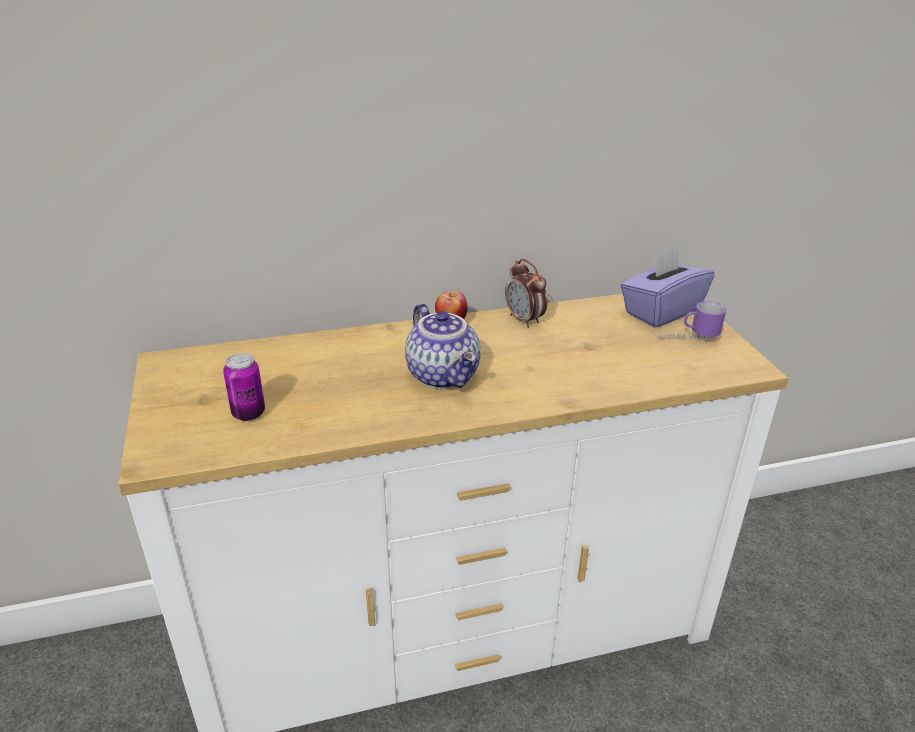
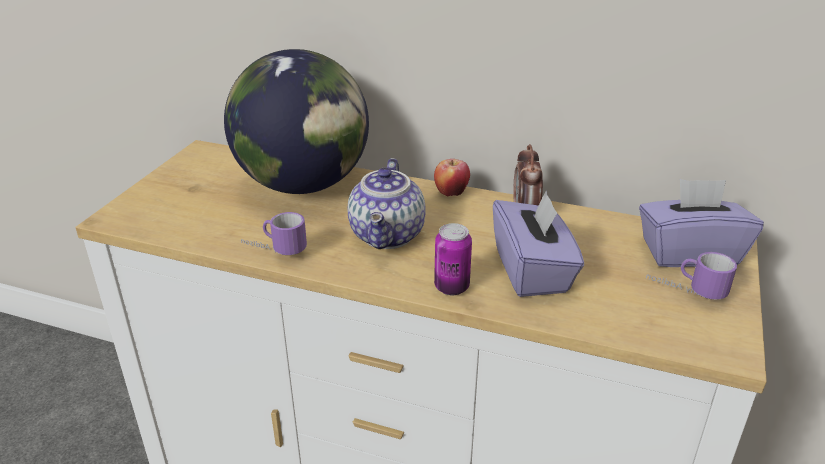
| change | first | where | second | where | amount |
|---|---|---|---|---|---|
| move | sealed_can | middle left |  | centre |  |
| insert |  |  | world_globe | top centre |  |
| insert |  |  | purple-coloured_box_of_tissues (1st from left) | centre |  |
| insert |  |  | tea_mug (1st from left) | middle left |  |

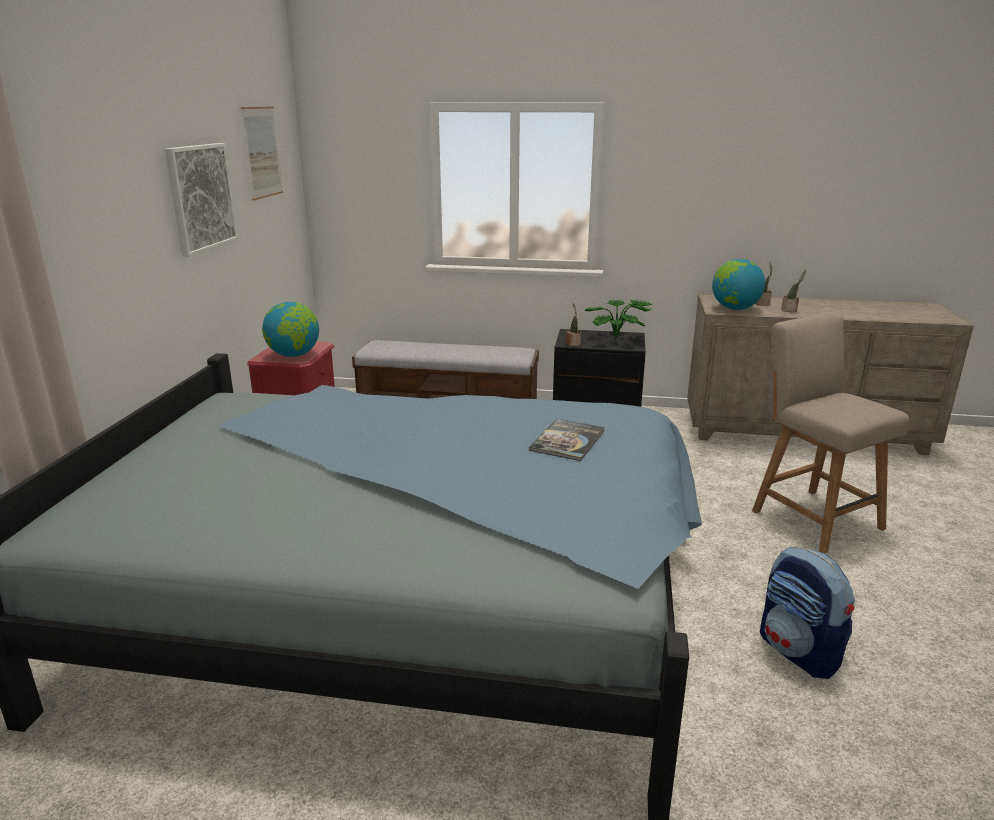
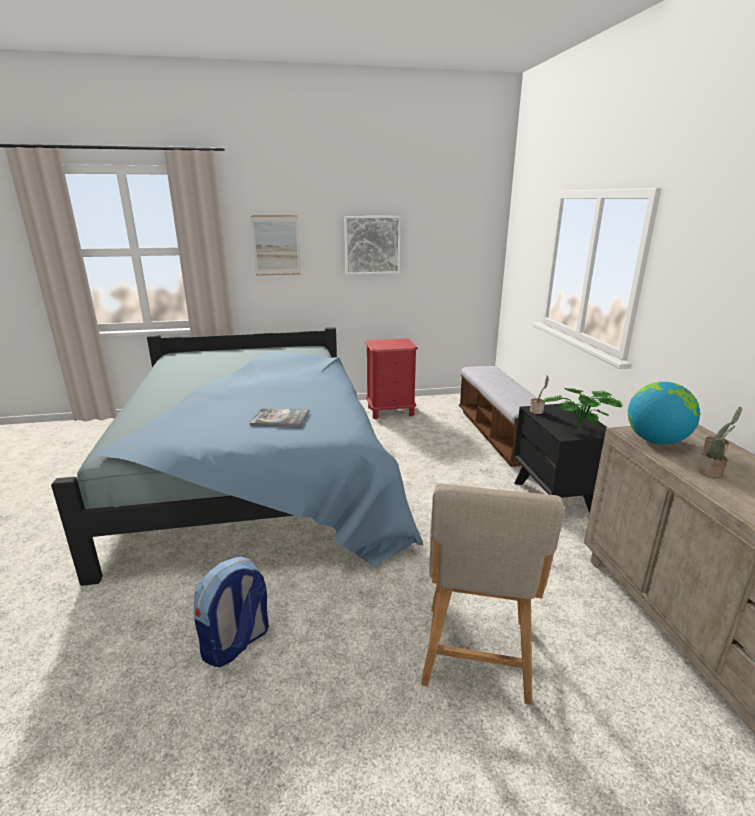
| change | first | where | second | where | amount |
|---|---|---|---|---|---|
| move | picture (2nd from left in the first image) | top left | picture (1st from left) | top centre |  |
| delete | world_globe (1st from left) | middle left |  |  |  |
| rotate | beige_chair | middle right |  | bottom centre | 150 degrees clockwise |

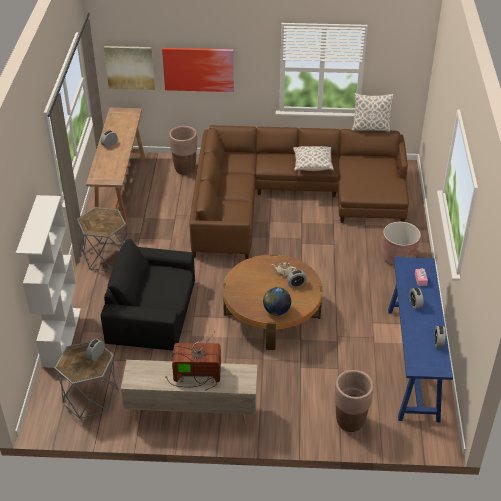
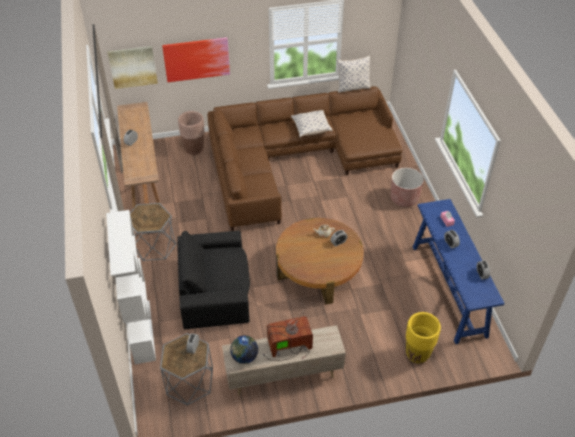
| change | first | where | second | where | amount |
|---|---|---|---|---|---|
| move | world_globe | centre |  | bottom centre |  |
| recolor | brown-coloured_planter (2nd from left) | bottom right | yellow-coloured_planter | bottom right |  |

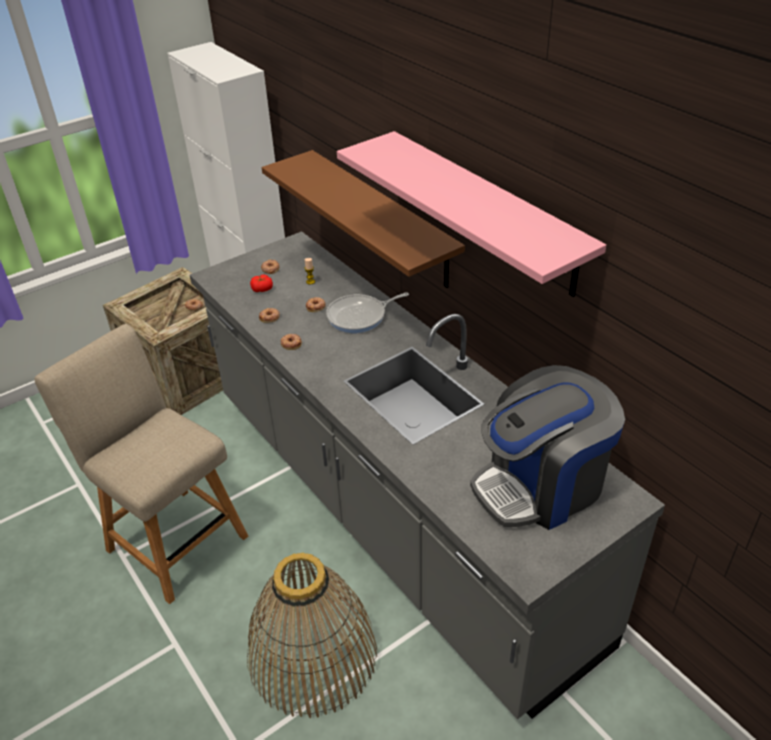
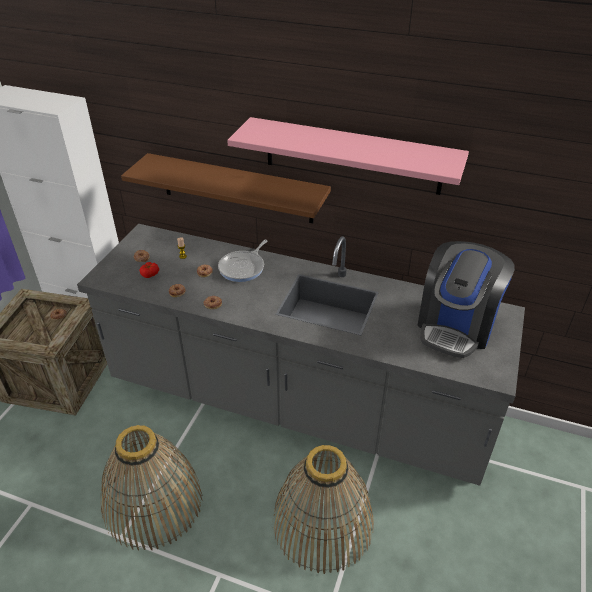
| change | first | where | second | where | amount |
|---|---|---|---|---|---|
| replace | beige_chair | middle left | basket (1st from left) | bottom left |  |

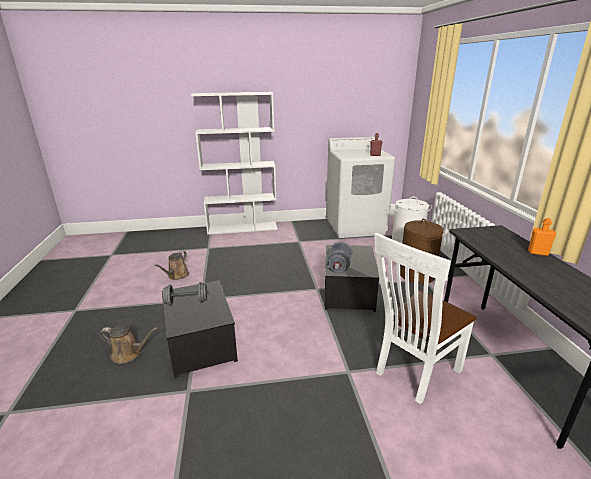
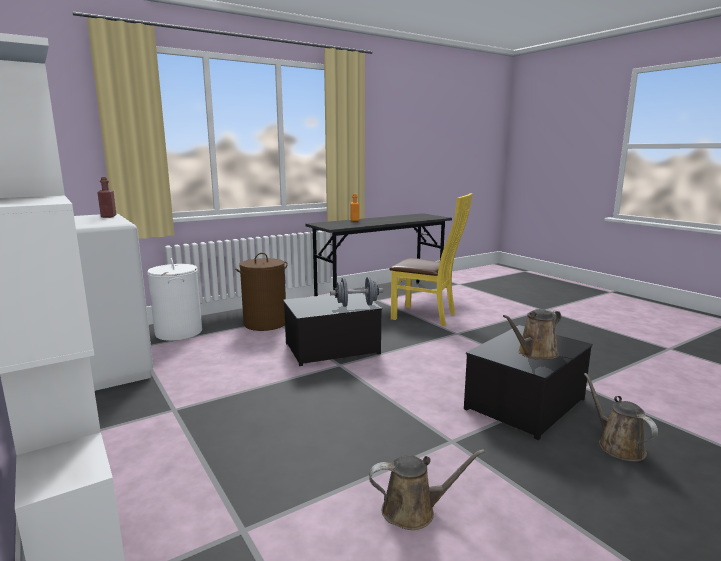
| change | first | where | second | where | amount |
|---|---|---|---|---|---|
| recolor | white-coloured_chair | middle right | yellow-coloured_chair | centre |  |
| replace | grey_free_weight (1st from left) | middle left | brown-coloured_watering_can (2nd from left) | middle right |  |

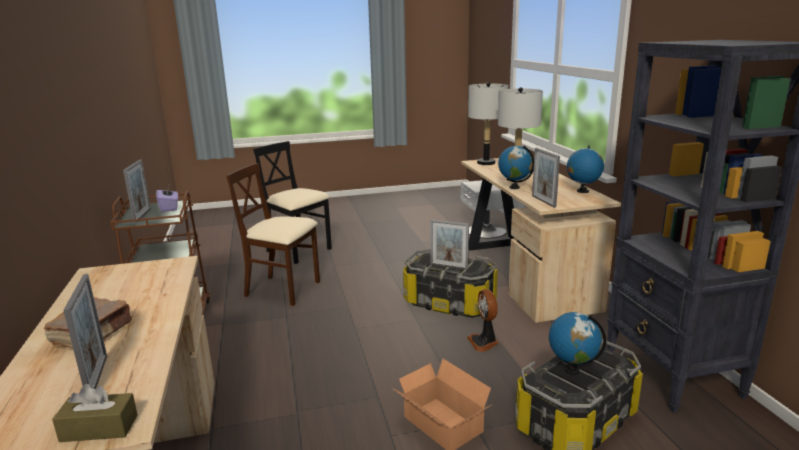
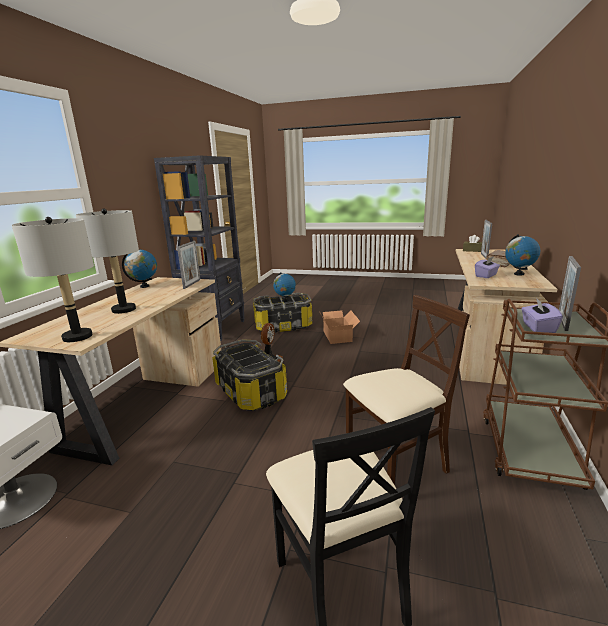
| change | first | where | second | where | amount |
|---|---|---|---|---|---|
| move | world_globe (1st from left in the first image) | centre | world_globe (3rd from left) | middle right |  |
| rotate | beige_chair | centre |  | middle right | 75 degrees counterclockwise |
| delete | photo_frame (3rd from left) | centre |  |  |  |
| insert |  |  | purple-coloured_box_of_tissues (1st from left) | middle right |  |

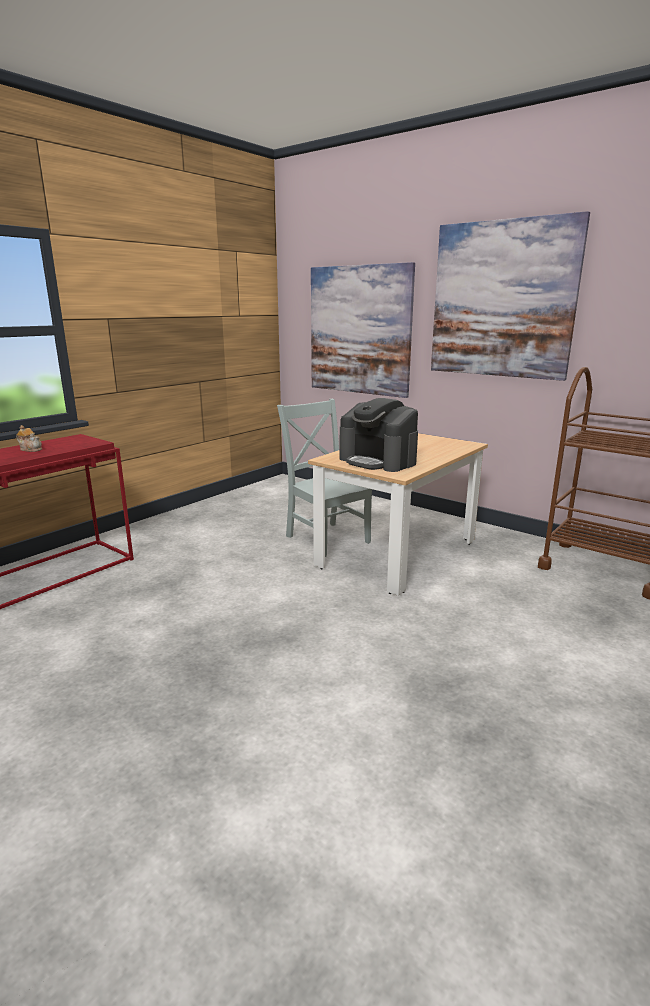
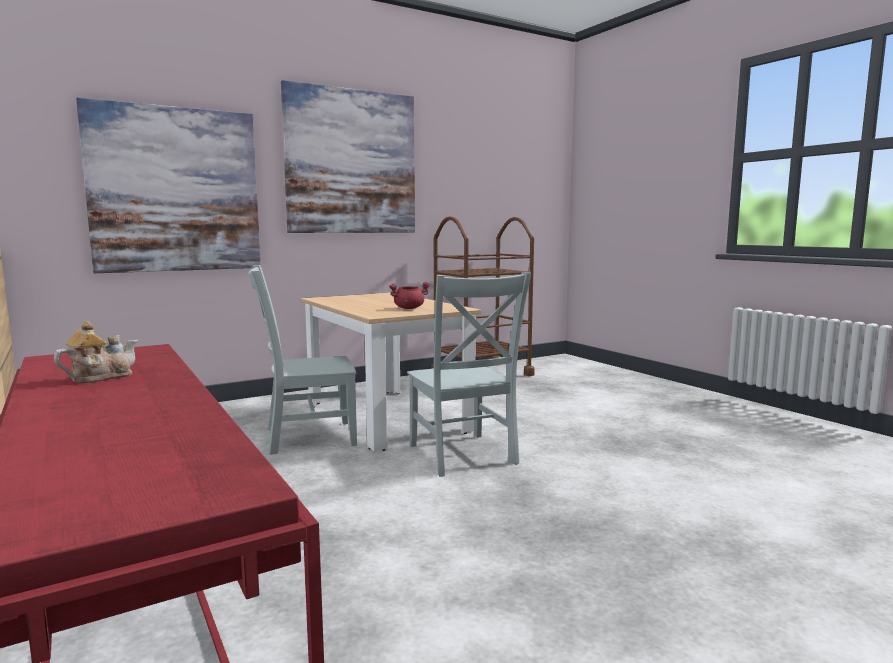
| change | first | where | second | where | amount |
|---|---|---|---|---|---|
| replace | coffee_maker | centre | red_saucepot | centre |  |
| insert |  |  | grey_chair (2nd from left) | centre |  |

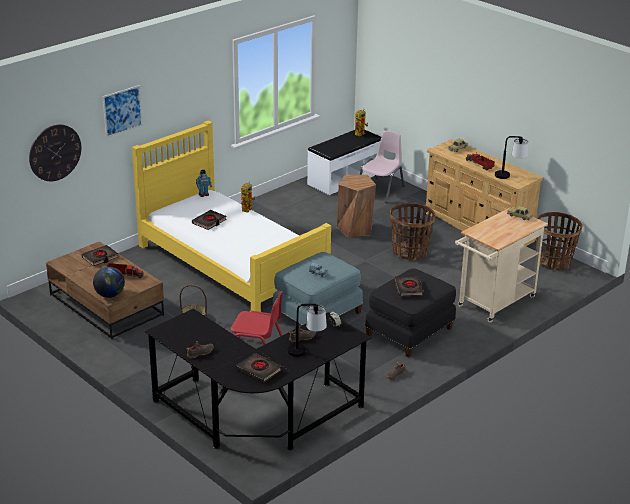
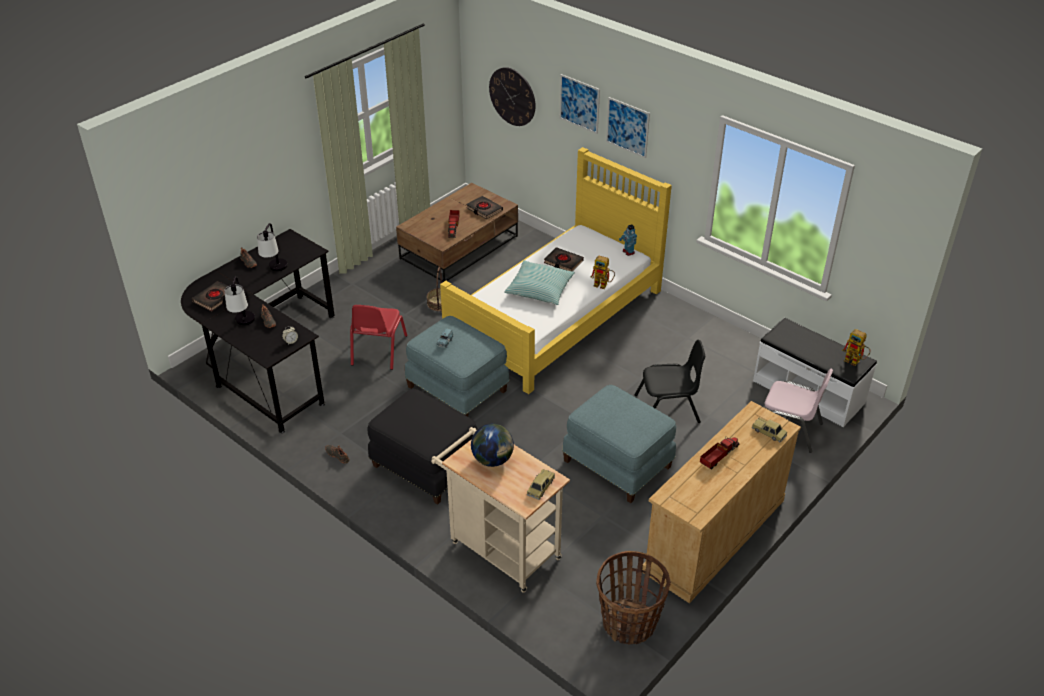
| change | first | where | second | where | amount |
|---|---|---|---|---|---|
| move | tabletop_lamp (2nd from left) | top right |  | middle left |  |
| replace | brown-coloured_stool | centre | blackish_chair | centre |  |
| replace | basket (2nd from left) | centre | blue-coloured_footrest (2nd from left) | centre |  |
| move | world_globe | middle left |  | centre |  |
| delete | blackish_volume (4th from left) | centre |  |  |  |
| insert |  |  | picture (2nd from left) | top centre |  |
| insert |  |  | cushion | centre |  |

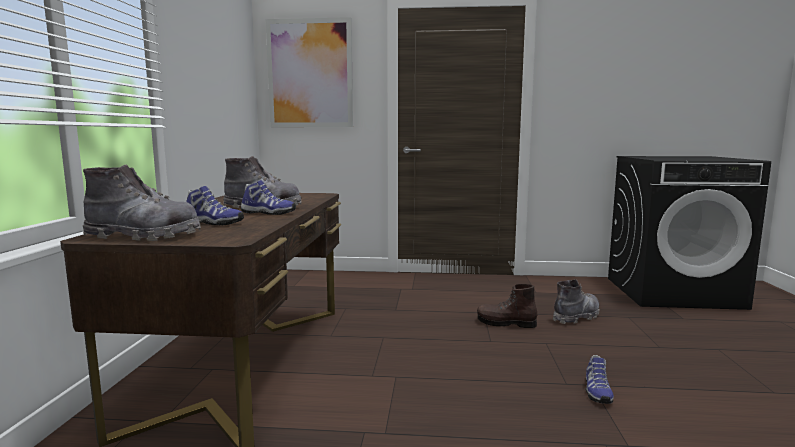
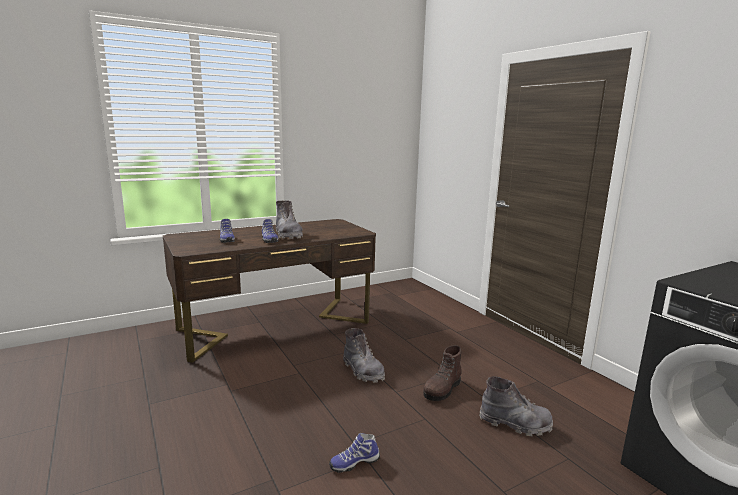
| change | first | where | second | where | amount |
|---|---|---|---|---|---|
| delete | picture | top centre |  |  |  |
| move | grey_boot (1st from left in the first image) | middle left | grey_boot (2nd from left) | bottom centre |  |
| rotate | brown-coloured_boot | bottom centre |  | bottom centre | 120 degrees counterclockwise |

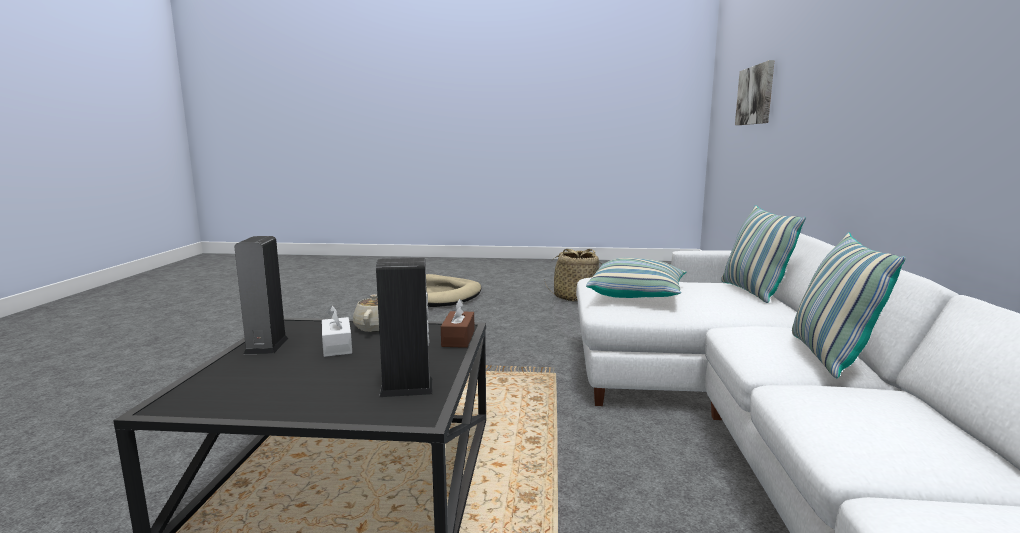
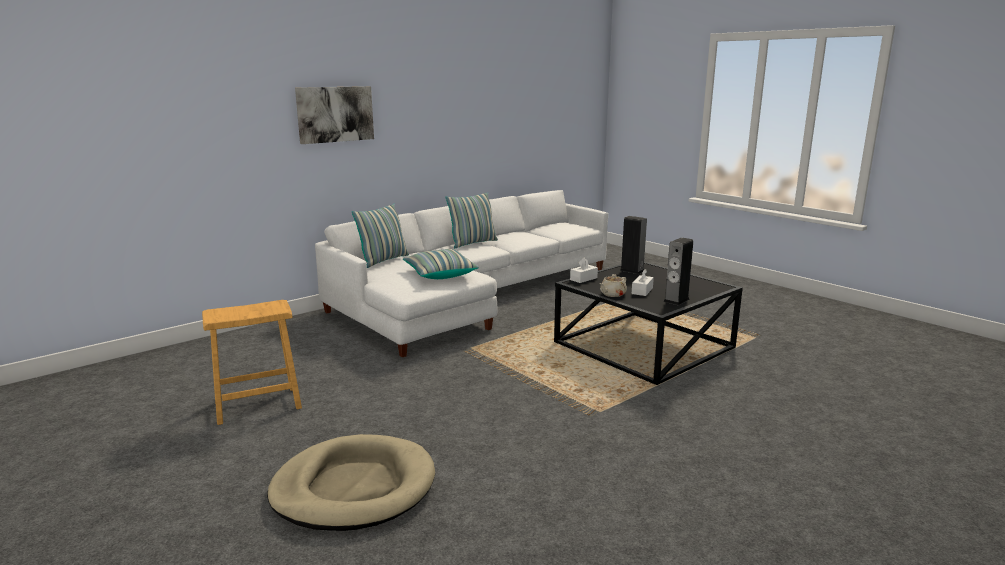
| change | first | where | second | where | amount |
|---|---|---|---|---|---|
| move | picture | top right |  | top left |  |
| replace | basket | centre | brown-coloured_stool | middle left |  |
| recolor | brown-coloured_box_of_tissues | centre | white-coloured_box_of_tissues (1st from left) | centre |  |

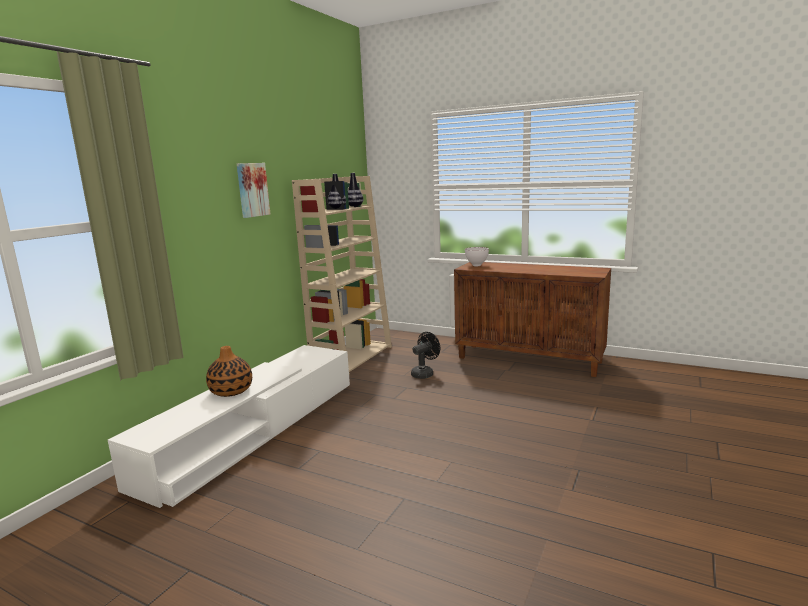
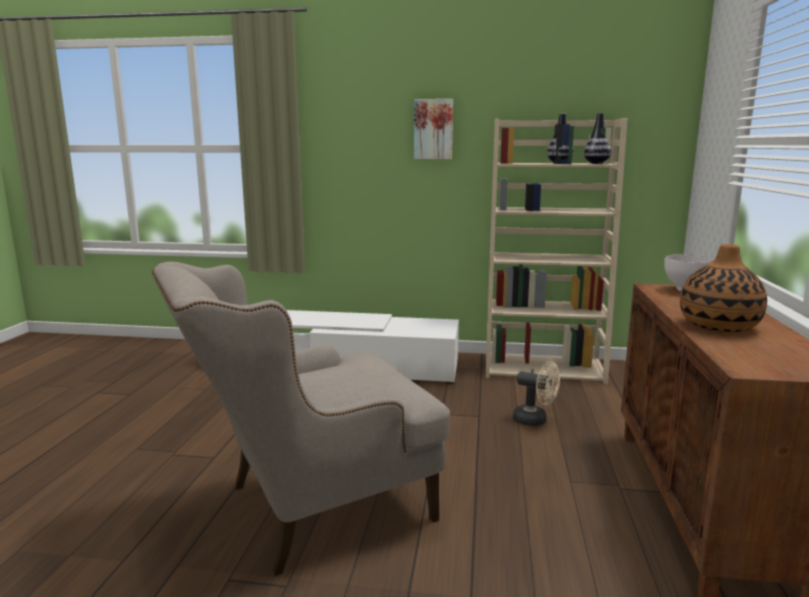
| change | first | where | second | where | amount |
|---|---|---|---|---|---|
| recolor | blackish_cooling_fan | centre | beige_cooling_fan | centre |  |
| move | flower_vase (1st from left in the first image) | middle left | flower_vase (3rd from left) | middle right |  |
| insert |  |  | beige_lounge_chair | bottom centre |  |

